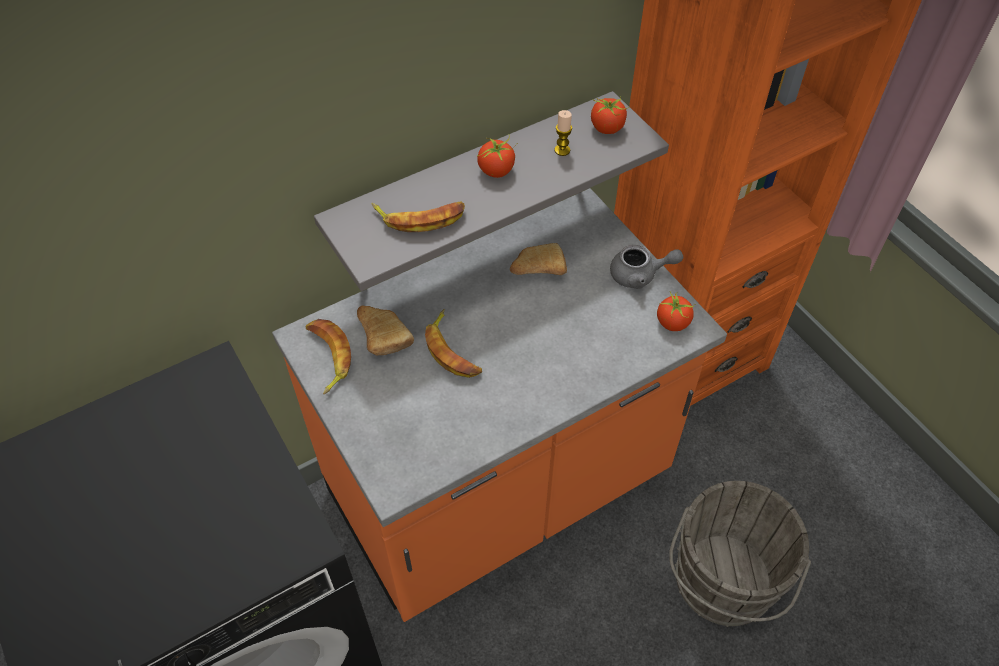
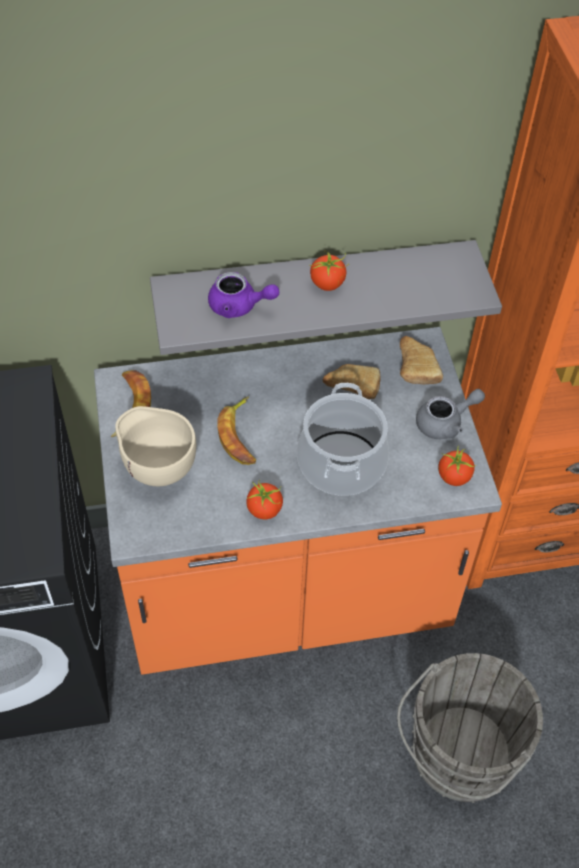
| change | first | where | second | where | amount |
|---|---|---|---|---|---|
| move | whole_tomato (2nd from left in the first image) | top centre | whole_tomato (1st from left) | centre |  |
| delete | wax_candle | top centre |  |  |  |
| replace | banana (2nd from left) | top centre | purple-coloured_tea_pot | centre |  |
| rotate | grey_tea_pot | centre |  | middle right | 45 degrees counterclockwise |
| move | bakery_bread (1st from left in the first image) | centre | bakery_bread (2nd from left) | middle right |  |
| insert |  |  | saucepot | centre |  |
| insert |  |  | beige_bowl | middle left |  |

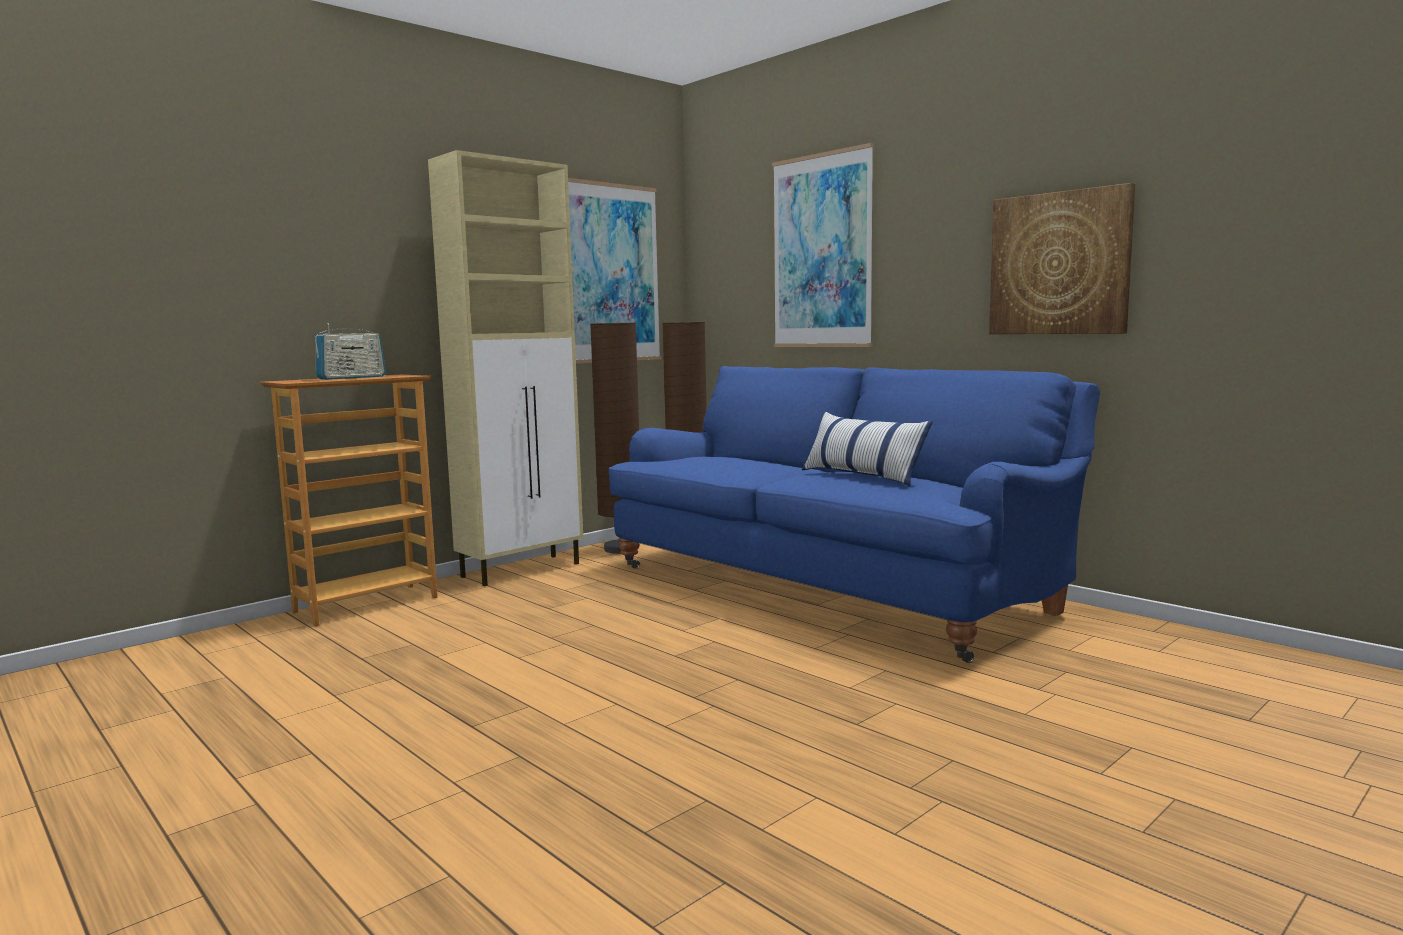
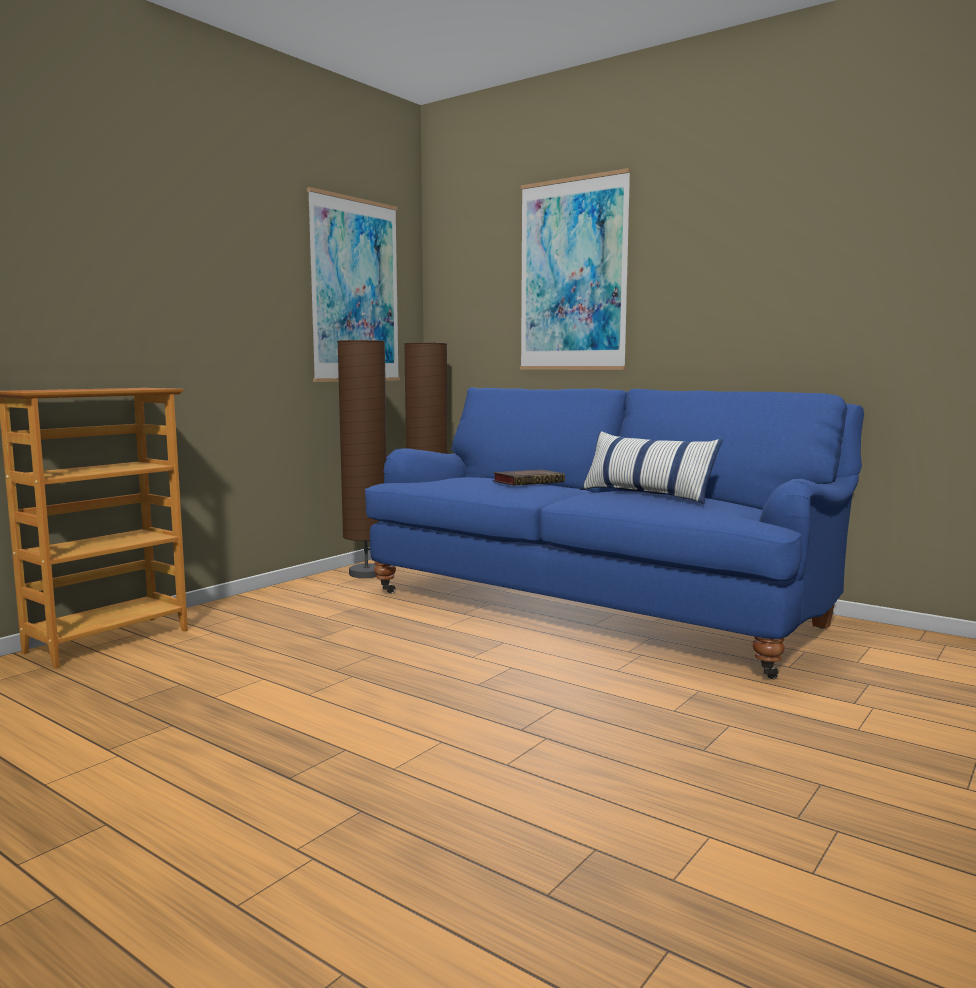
| change | first | where | second | where | amount |
|---|---|---|---|---|---|
| delete | beige_cabinet | centre |  |  |  |
| delete | picture (3rd from left) | top right |  |  |  |
| delete | radio | middle left |  |  |  |
| insert |  |  | volume | centre |  |

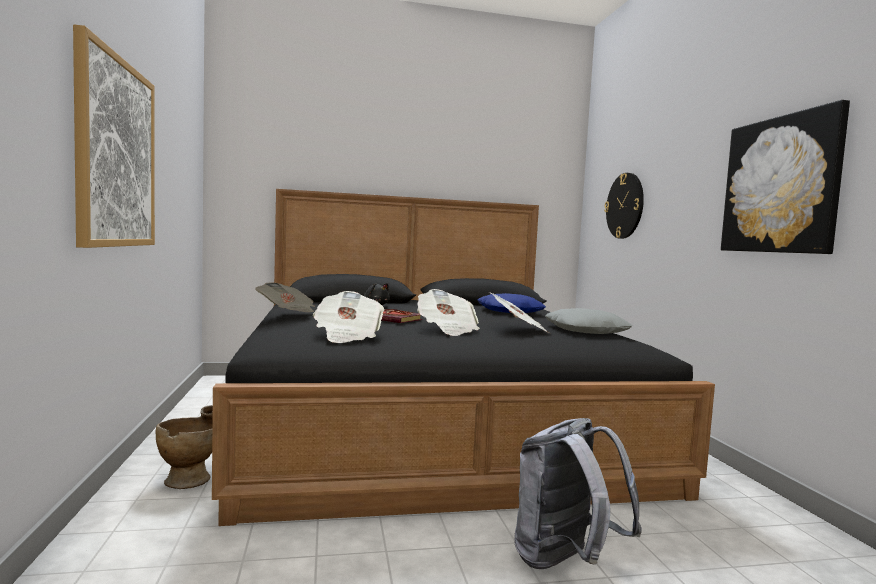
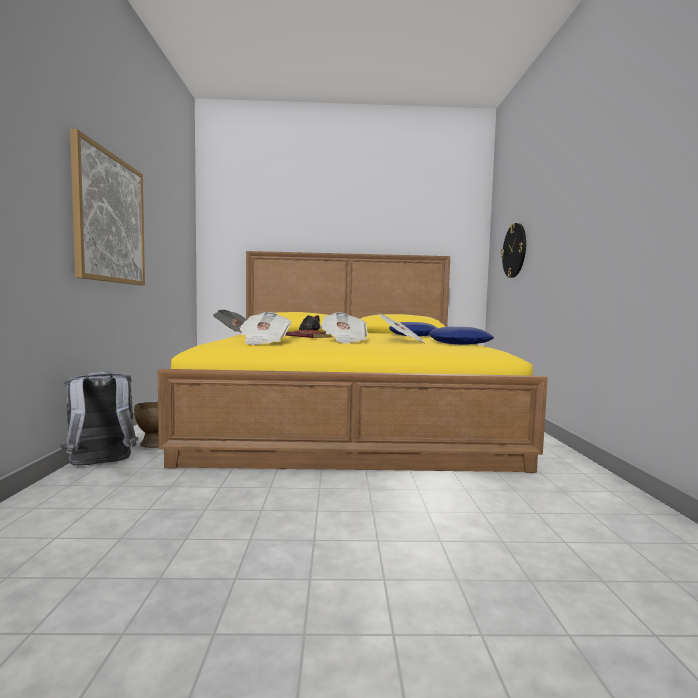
| change | first | where | second | where | amount |
|---|---|---|---|---|---|
| delete | picture (2nd from left) | top right |  |  |  |
| recolor | blackish_bedroom_bed | centre | yellow-coloured_bedroom_bed | centre |  |
| recolor | grey_cushion | middle right | blue-coloured_cushion (2nd from left) | centre |  |
| move | grey_backpack | bottom centre |  | middle left |  |

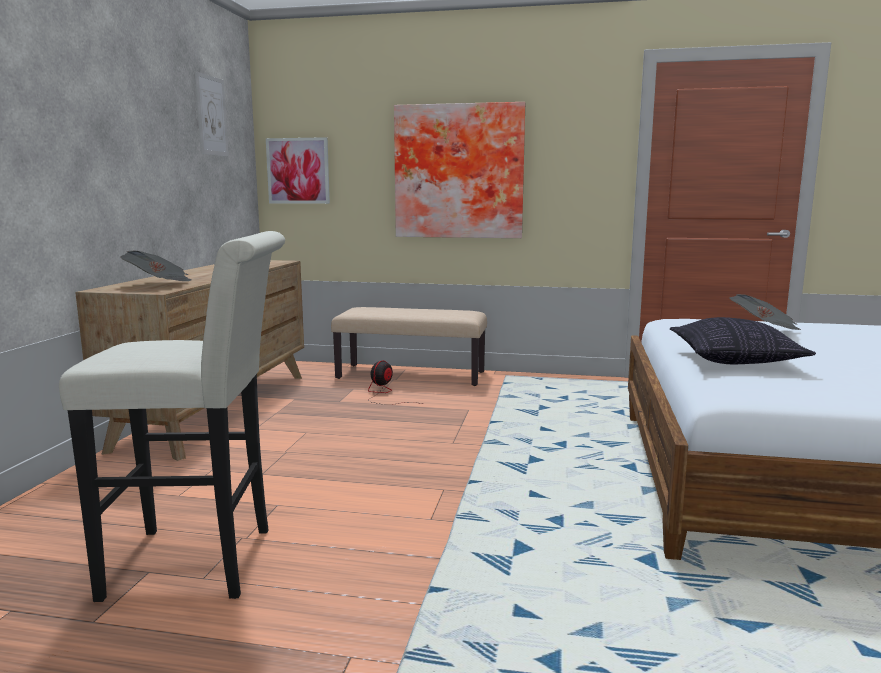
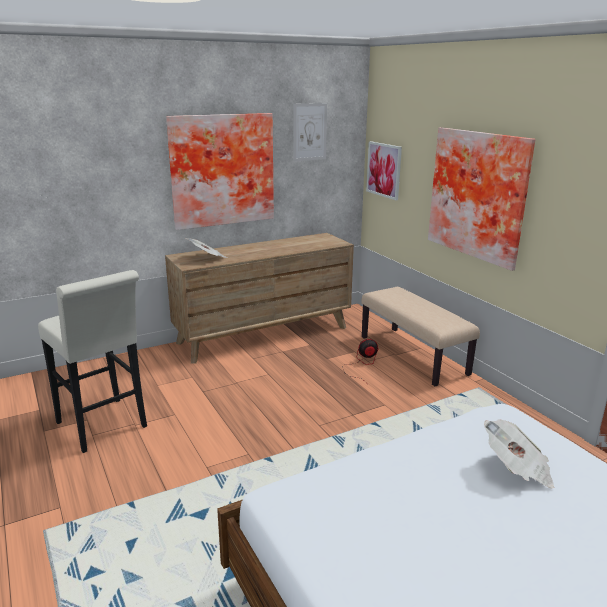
| change | first | where | second | where | amount |
|---|---|---|---|---|---|
| delete | cushion | middle right |  |  |  |
| insert |  |  | picture (1st from left) | top centre |  |

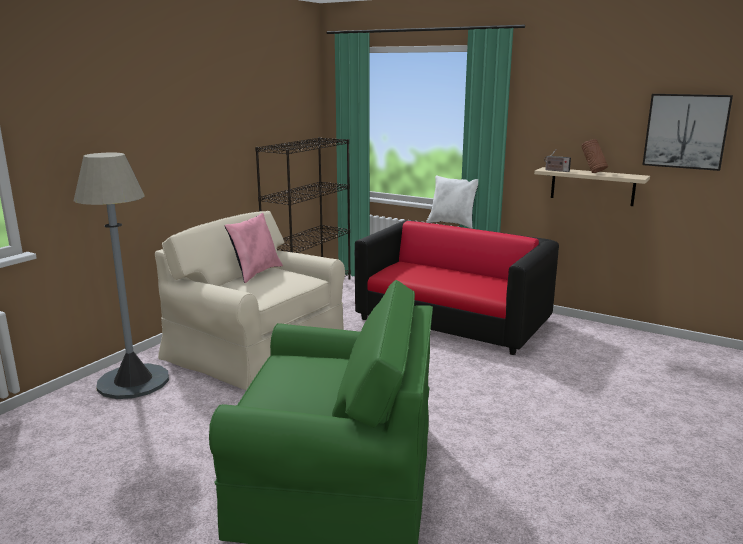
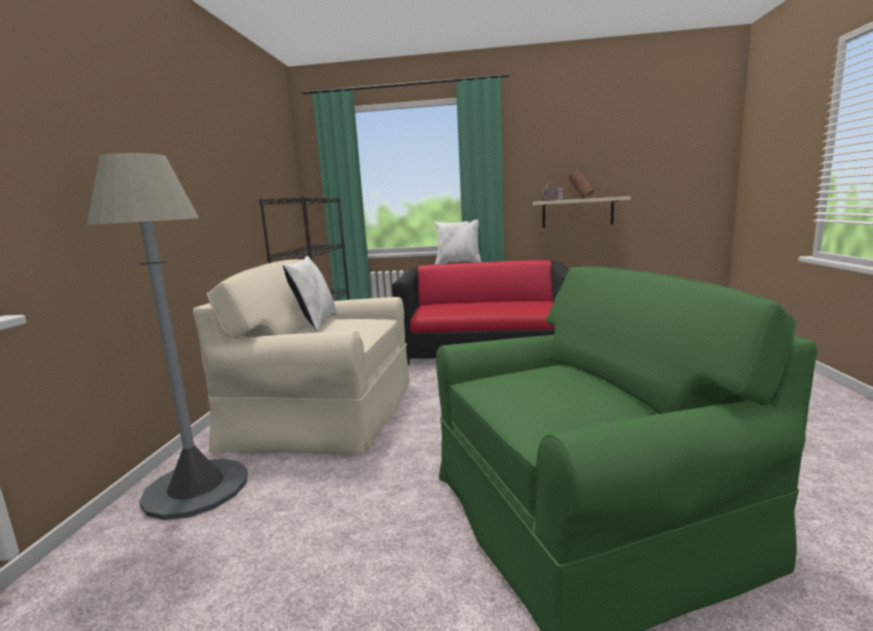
| change | first | where | second | where | amount |
|---|---|---|---|---|---|
| delete | picture | top right |  |  |  |
| recolor | pink-coloured_cushion | centre | white-coloured_cushion (1st from left) | centre |  |

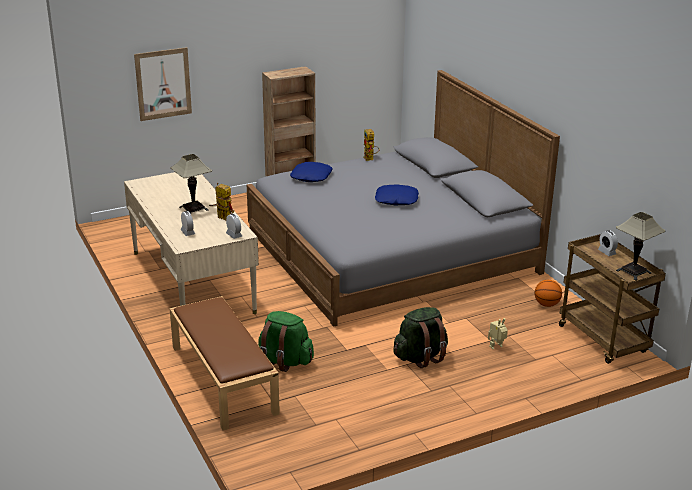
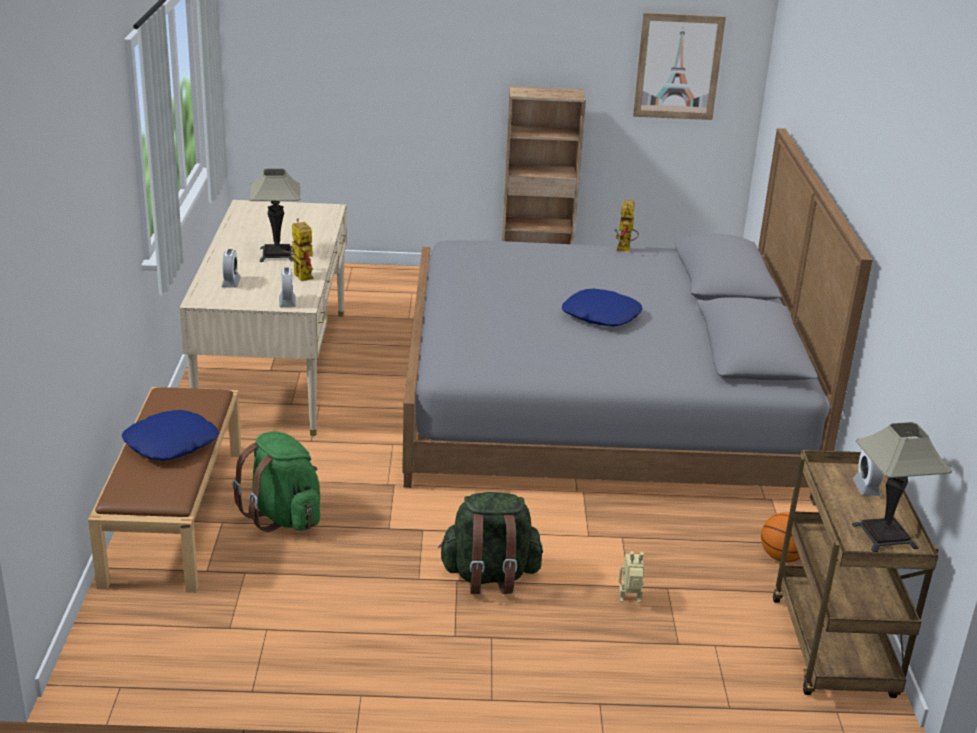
| change | first | where | second | where | amount |
|---|---|---|---|---|---|
| move | picture | top left |  | top right |  |
| move | blue-coloured_cushion (1st from left) | centre |  | middle left |  |

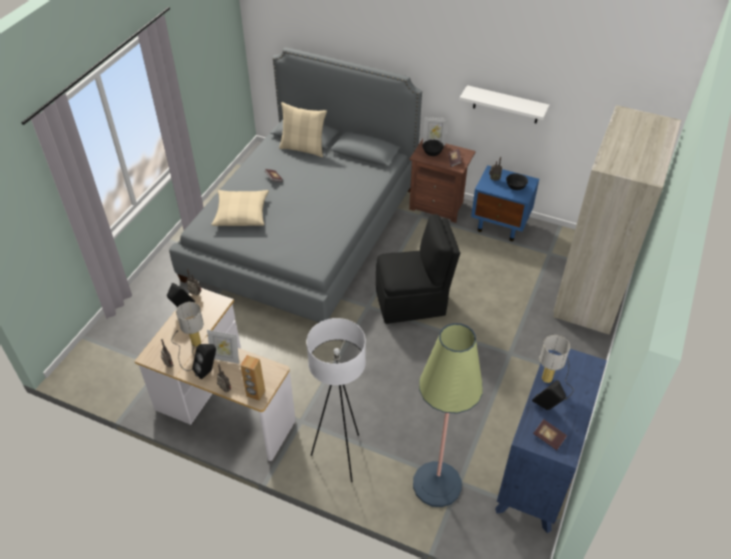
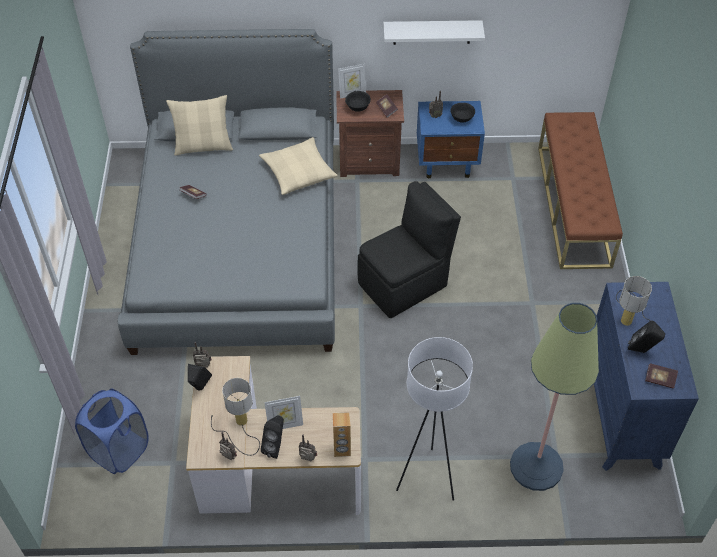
| change | first | where | second | where | amount |
|---|---|---|---|---|---|
| replace | beige_armoire | middle right | brown-coloured_long_seat | middle right |  |
| move | beige_cushion (1st from left in the first image) | middle left | beige_cushion (2nd from left) | top centre |  |
| insert |  |  | blue-coloured_hamper | bottom left |  |

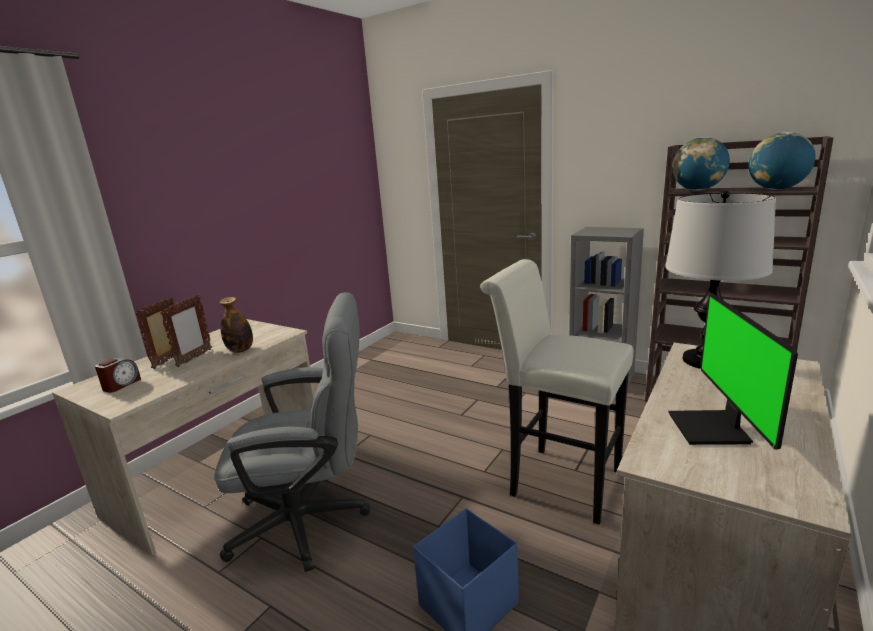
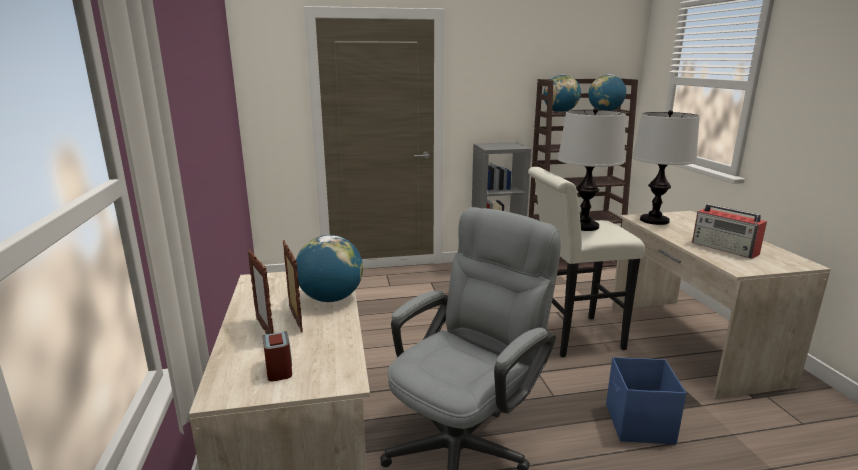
| change | first | where | second | where | amount |
|---|---|---|---|---|---|
| replace | computer_screen | middle right | radio | middle right |  |
| replace | drink_bottle | middle left | world_globe (1st from left) | centre |  |
| insert |  |  | tabletop_lamp (1st from left) | middle right |  |

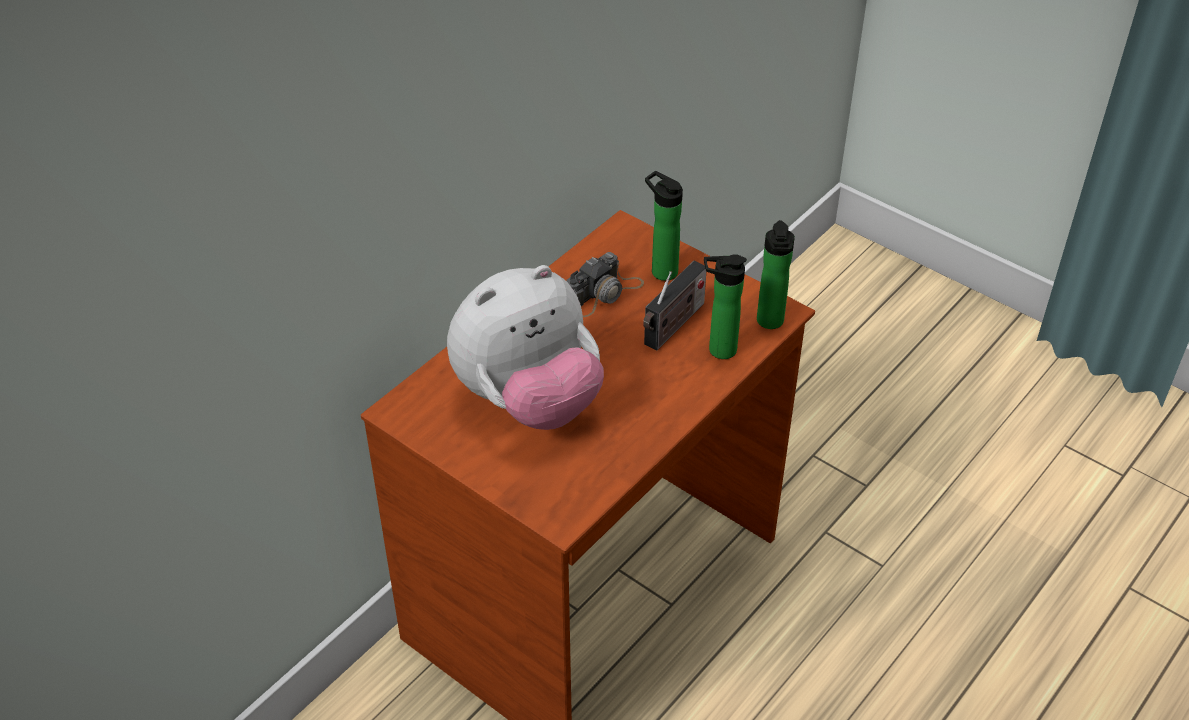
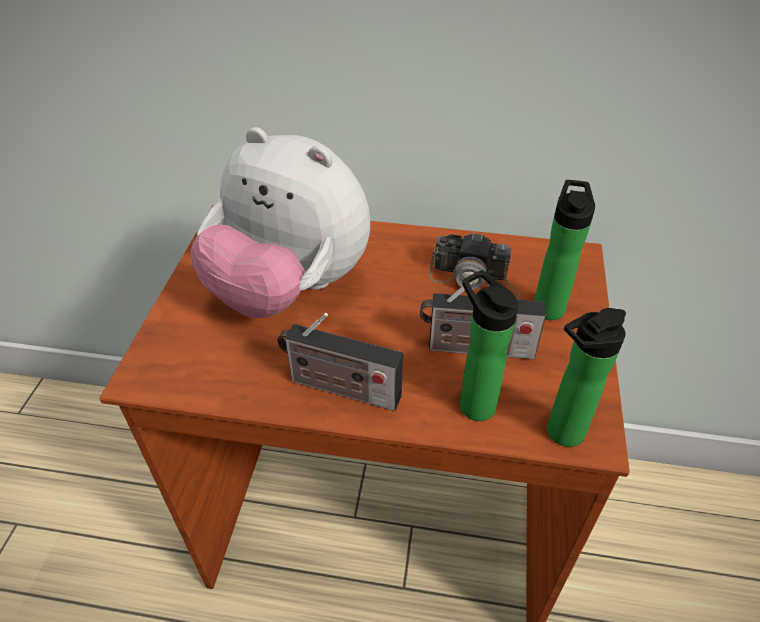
| change | first | where | second | where | amount |
|---|---|---|---|---|---|
| insert |  |  | radio (1st from left) | centre |  |

